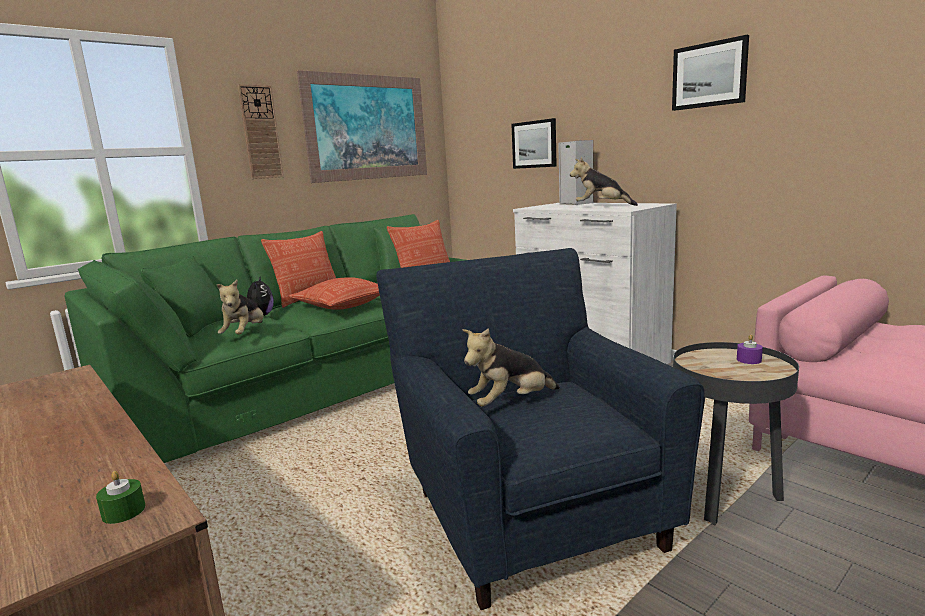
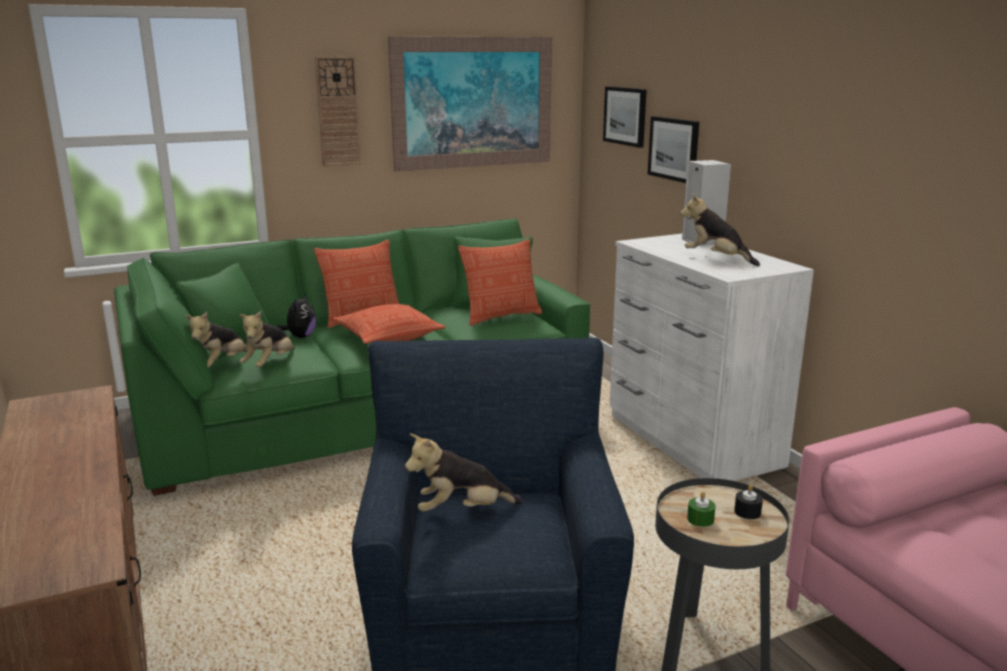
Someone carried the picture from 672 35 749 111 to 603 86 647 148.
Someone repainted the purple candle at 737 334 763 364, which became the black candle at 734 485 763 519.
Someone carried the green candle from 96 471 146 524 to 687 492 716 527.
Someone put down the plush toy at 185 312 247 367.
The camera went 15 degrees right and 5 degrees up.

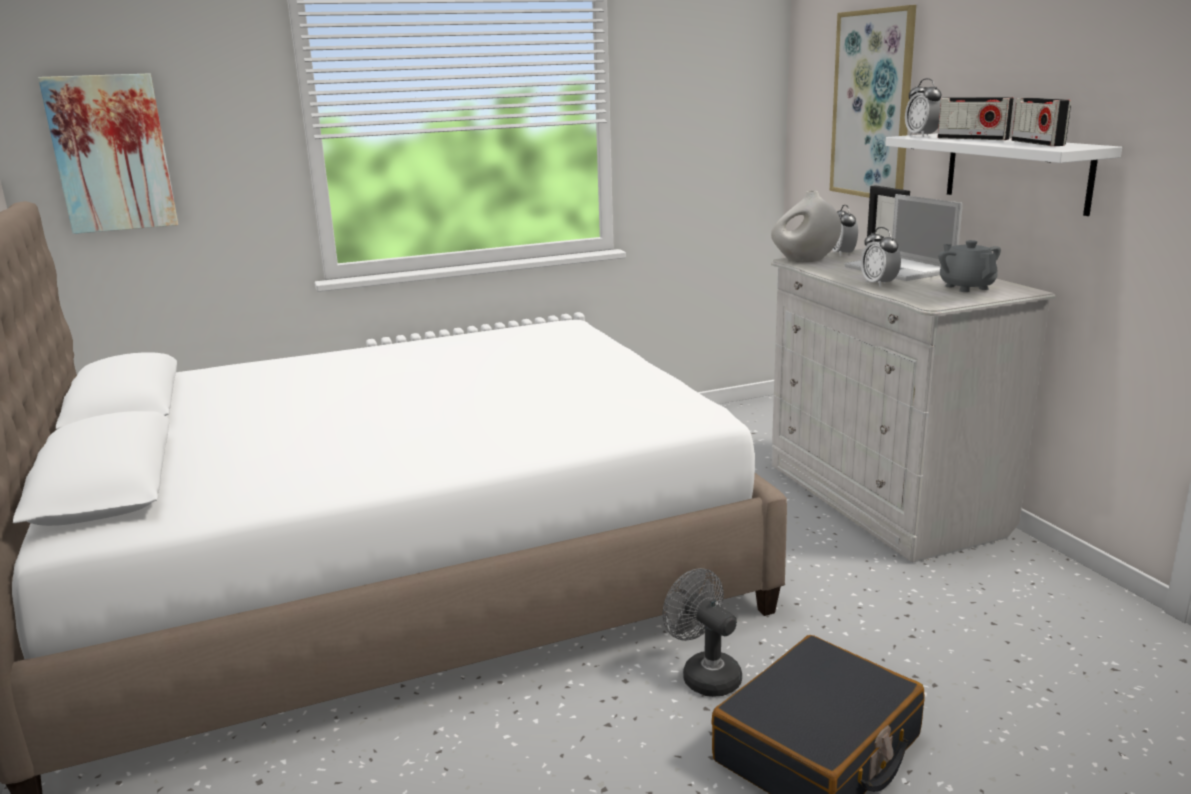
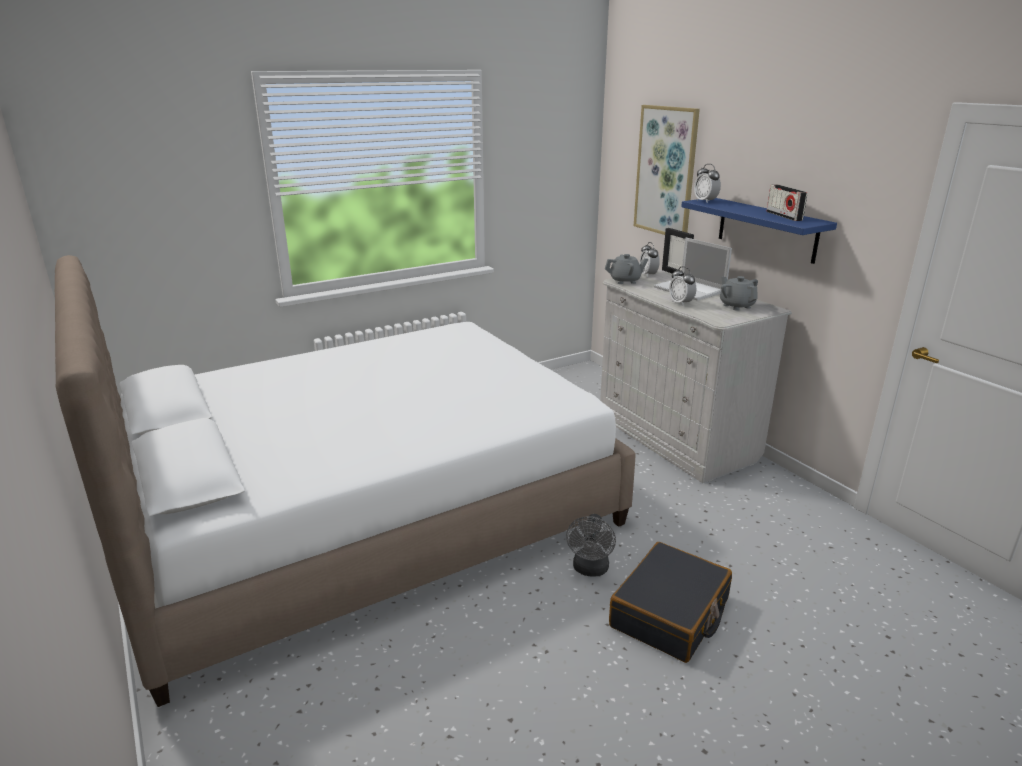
Someone took away the picture at 38 73 178 234.
Someone took away the radio at 937 97 1014 140.
Someone repainted the white shelf at 885 133 1122 216, which became the blue shelf at 681 198 837 264.
Someone swapped the white vase at 771 191 841 262 for the grey teapot at 605 254 648 284.
Someone rotated the grey fan at 663 568 742 697 by 120 degrees counterclockwise.
The camera went 10 degrees left and 5 degrees up.

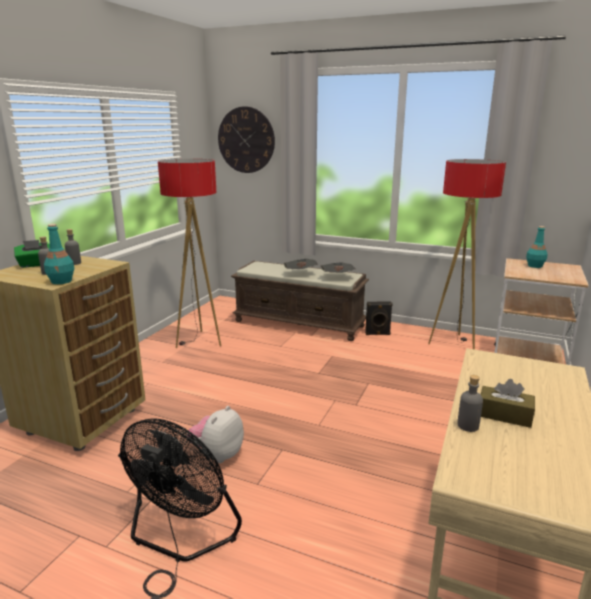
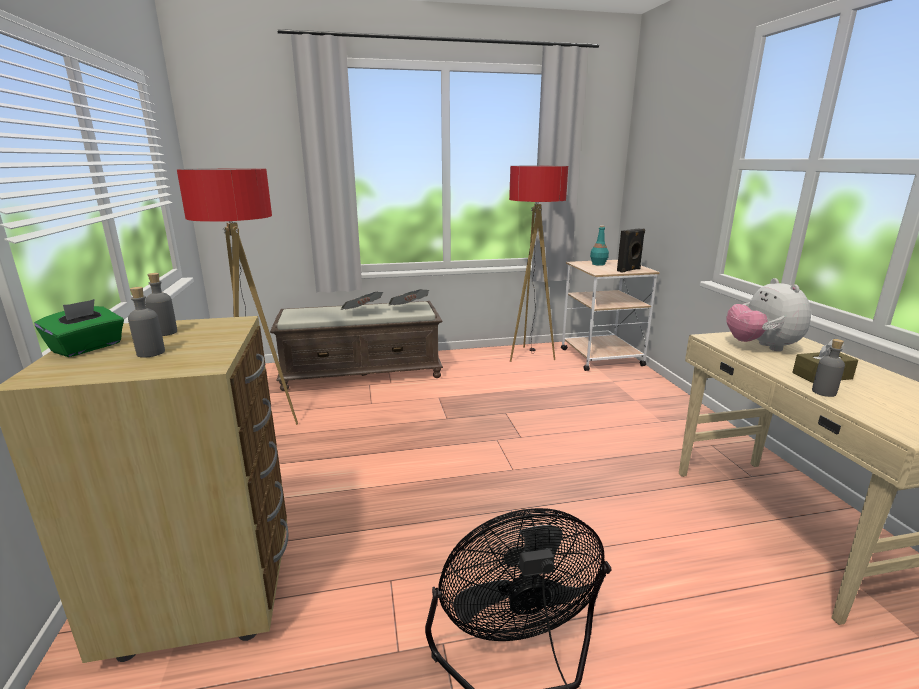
Someone took away the wall clock at 218 106 275 173.
Someone took away the turquoise bottle at 44 224 74 284.
Someone carried the black speaker from 365 301 393 335 to 617 228 645 273.
Someone carried the plush toy from 188 406 244 463 to 726 278 811 351.
The camera went 35 degrees left and 0 degrees up.

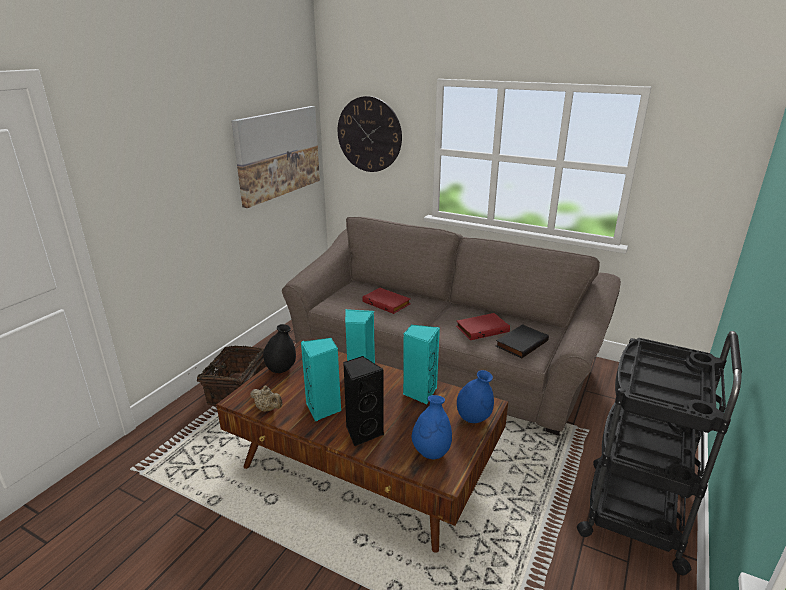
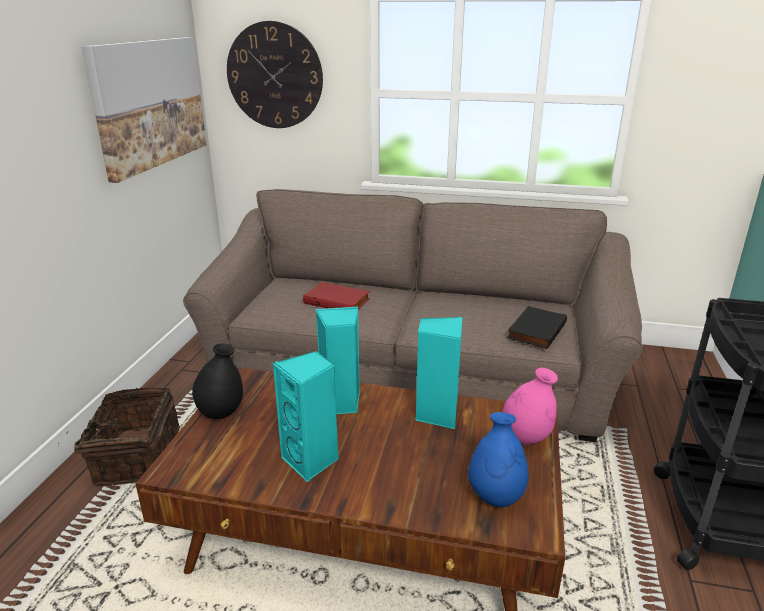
Someone took away the red book at 456 313 510 340.
Someone took away the black speaker at 343 356 384 446.
Someone repainted the blue vase at 457 370 494 423, which became the pink vase at 503 368 558 445.
Someone took away the beige teapot at 251 386 283 411.
The camera went 15 degrees left and 0 degrees up.

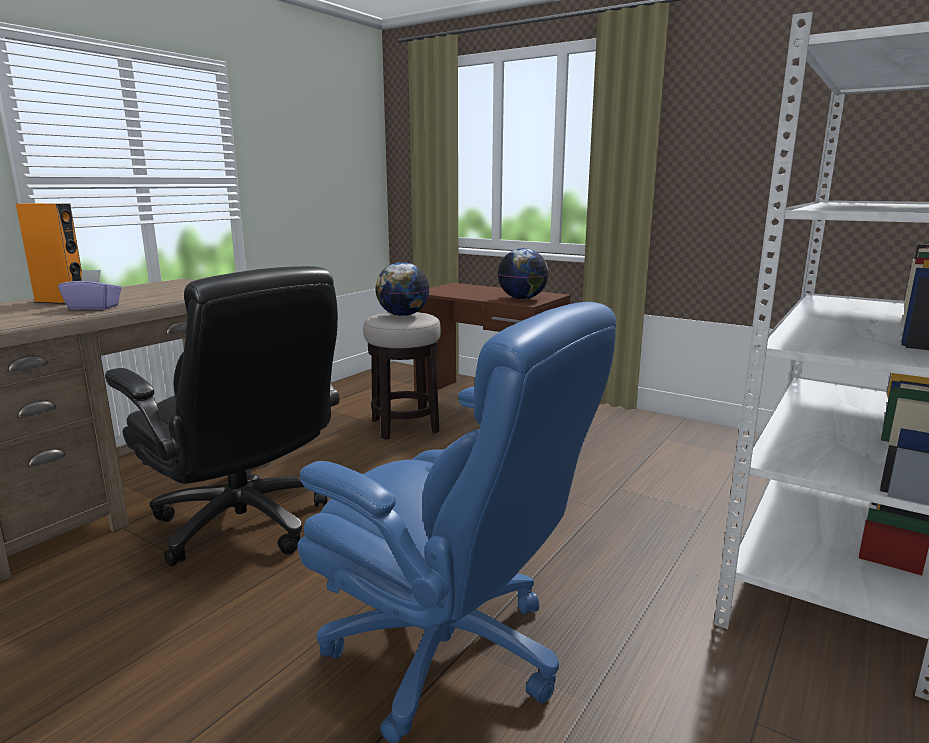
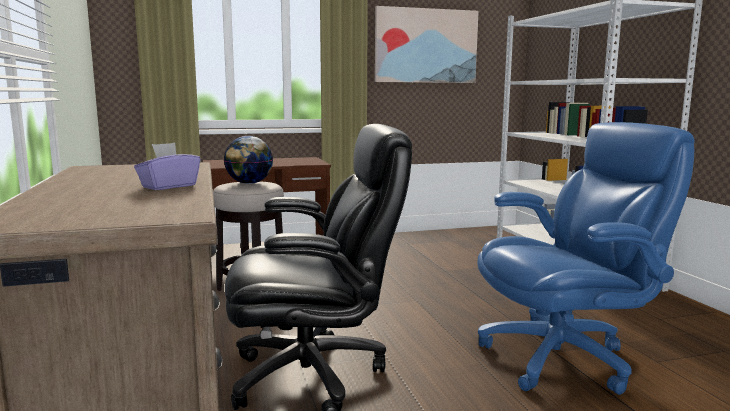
Someone took away the orange speaker at 16 203 82 304.
Someone took away the globe at 498 248 549 299.
Someone put up the picture at 375 6 479 83.
The camera went 50 degrees left and 5 degrees down.

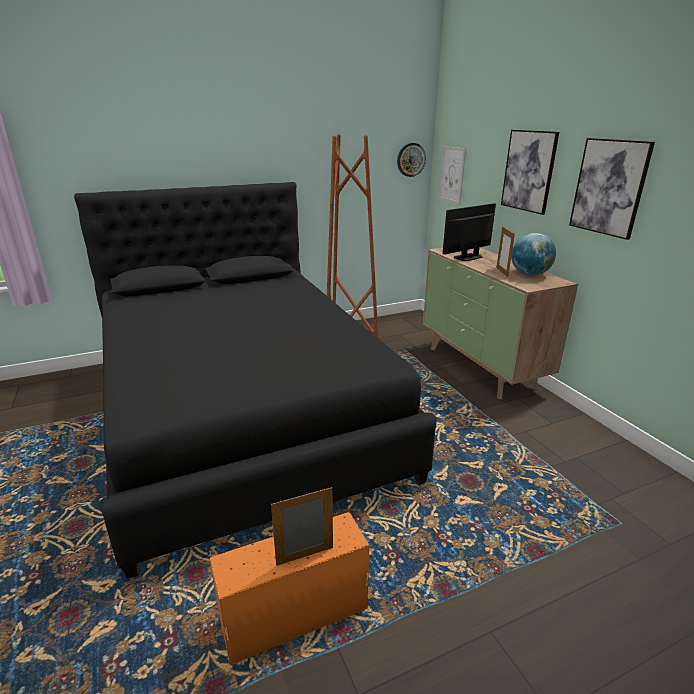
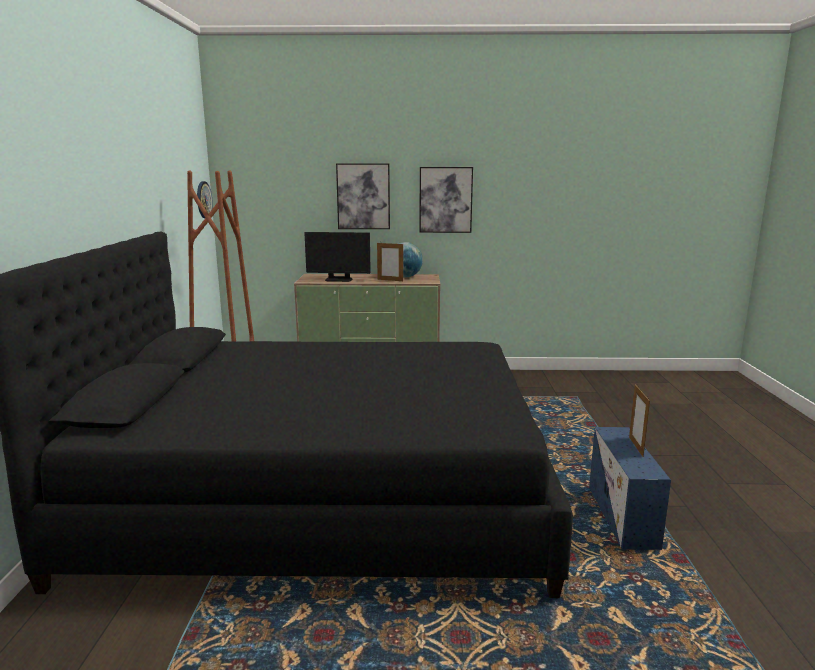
Someone took away the picture at 439 146 466 205.
Someone rotated the monitor at 443 203 496 261 by 75 degrees counterclockwise.
Someone repainted the orange storage box at 210 512 369 665, which became the blue storage box at 589 427 671 550.
The camera went 65 degrees left and 10 degrees down.

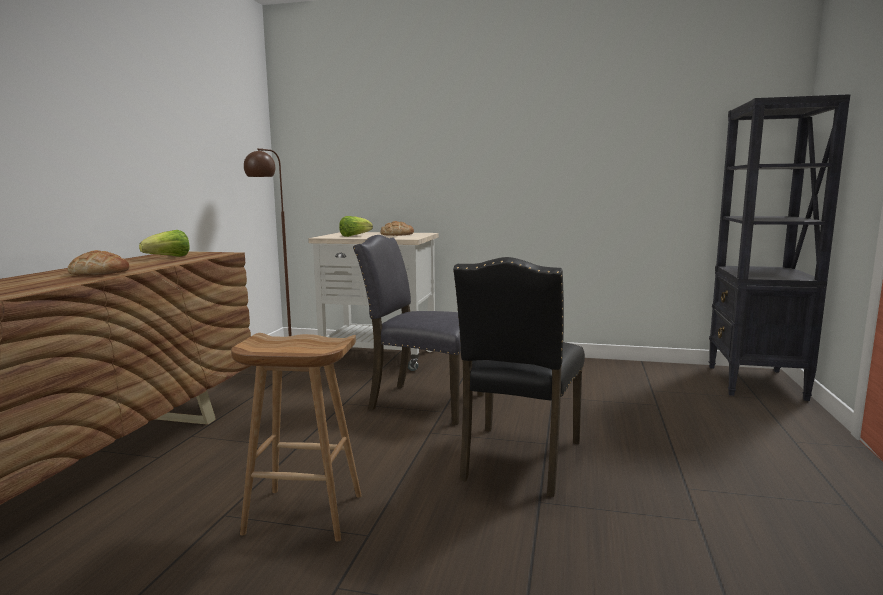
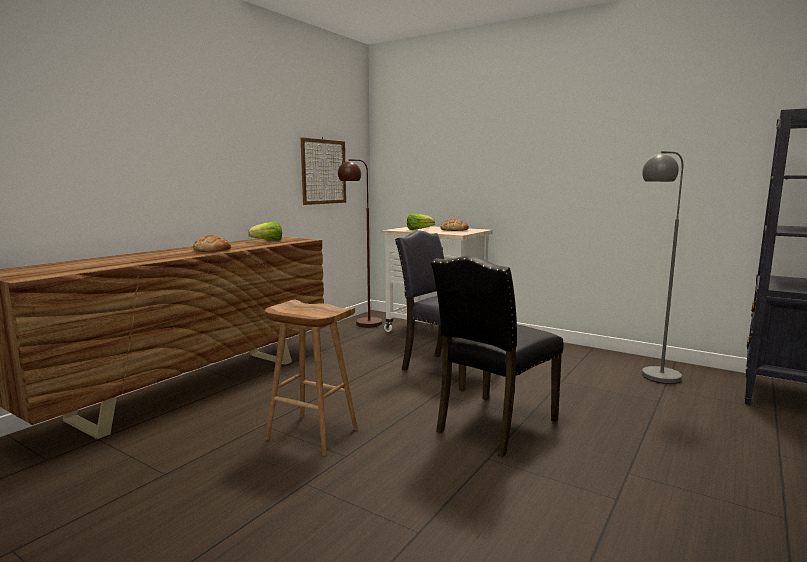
Someone put up the picture at 301 137 346 205.
Someone put down the grey floor lamp at 642 151 683 384.
The camera went 20 degrees right and 0 degrees up.

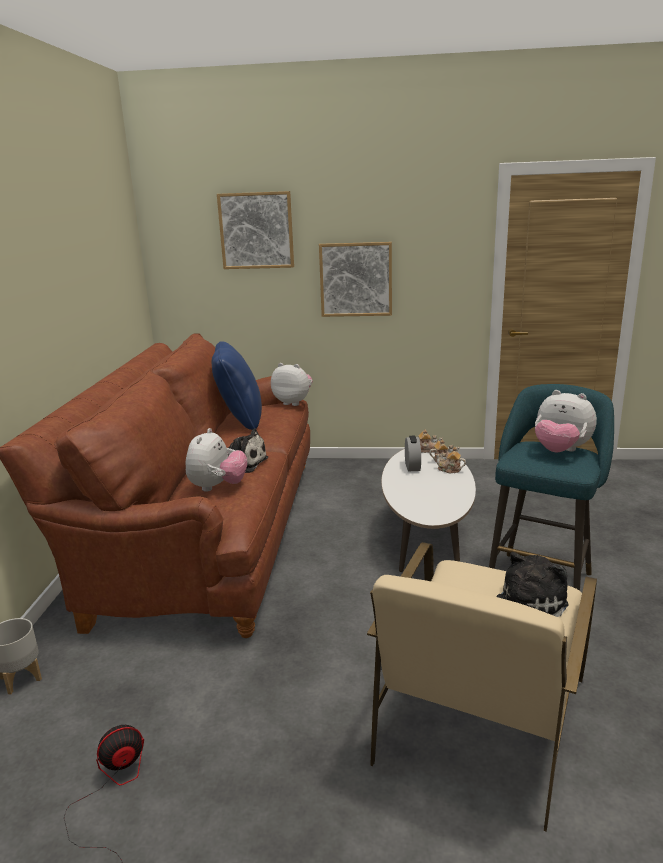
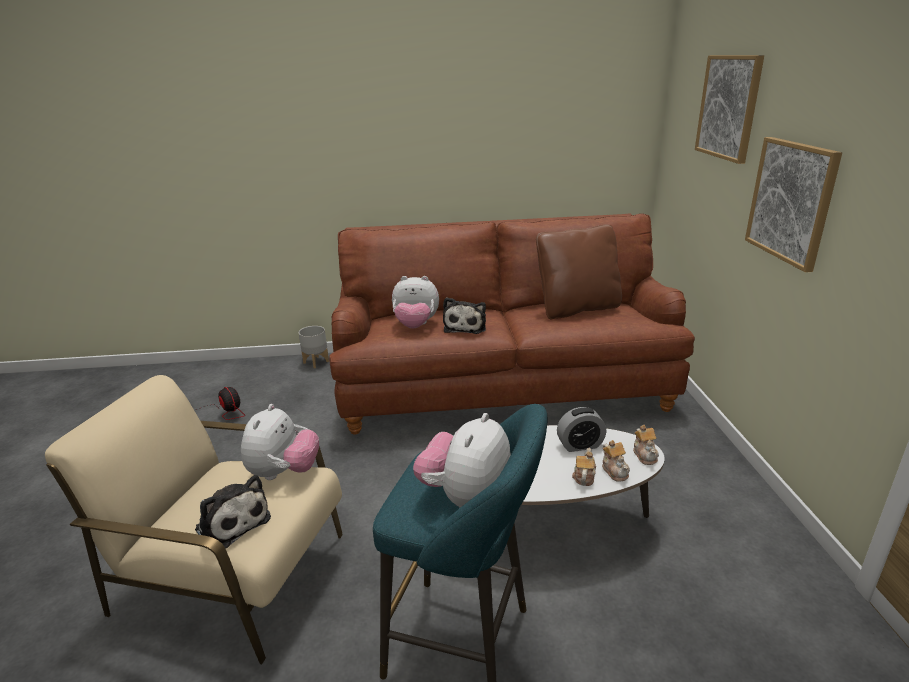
Someone repainted the blue pillow at 212 341 262 430, which became the brown pillow at 536 224 622 320.
Someone carried the plush toy from 271 363 313 406 to 241 404 319 480.
The camera went 80 degrees right and 5 degrees up.

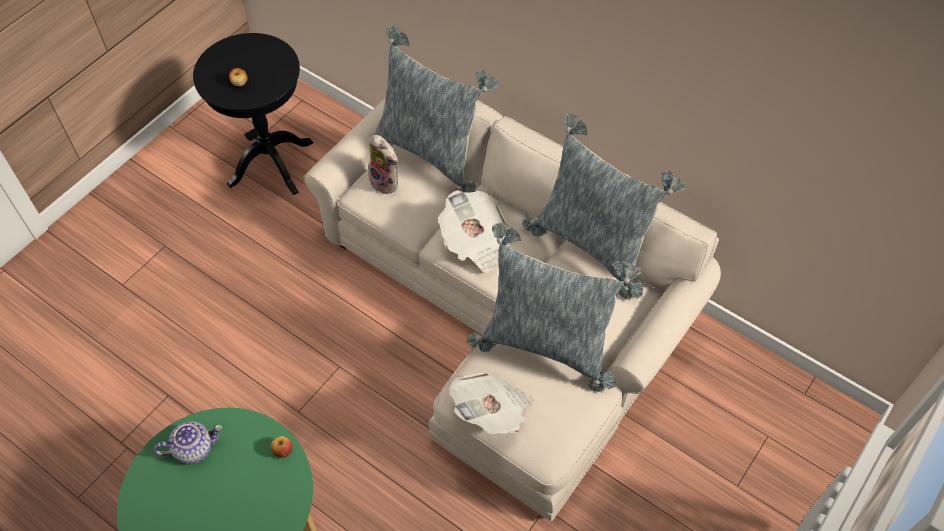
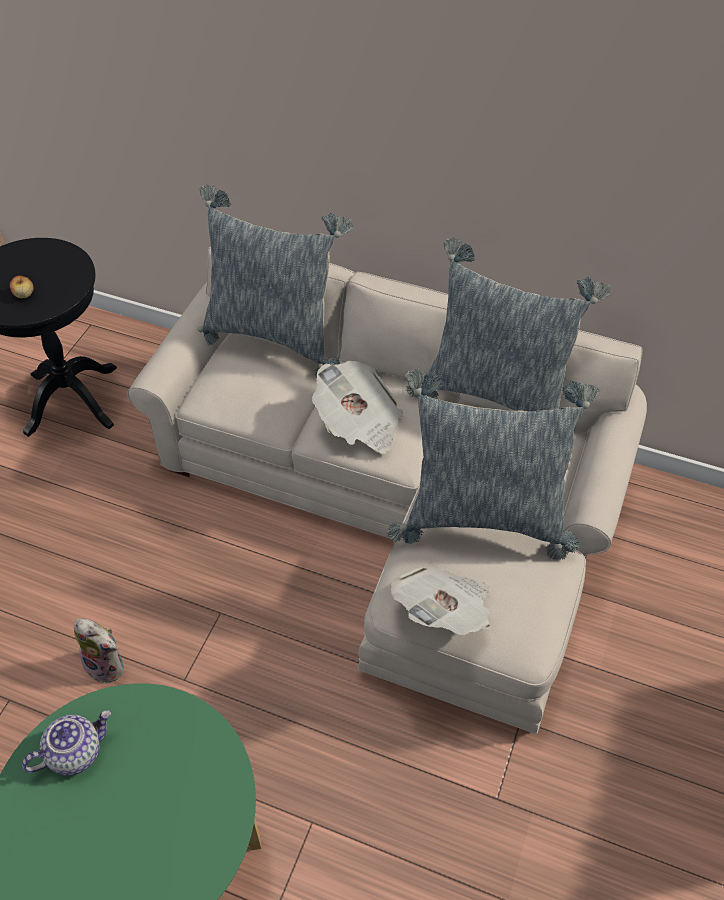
Someone carried the plush toy from 368 135 398 194 to 74 618 124 684.
Someone took away the apple at 270 436 293 458.
The camera went 15 degrees left and 5 degrees down.

